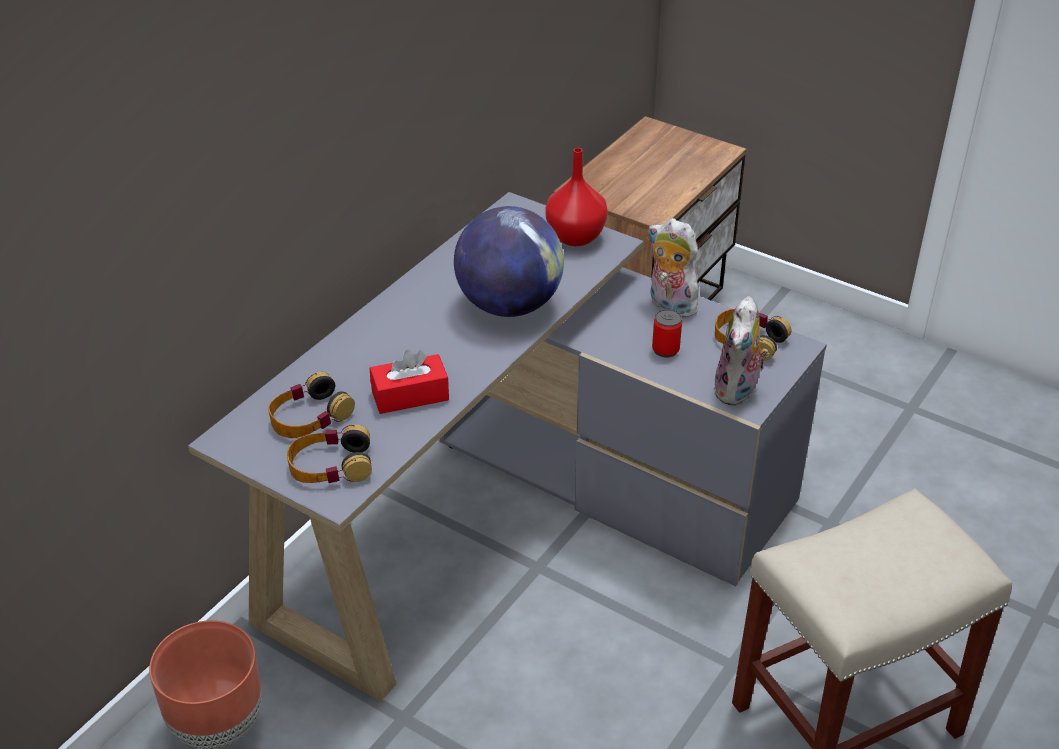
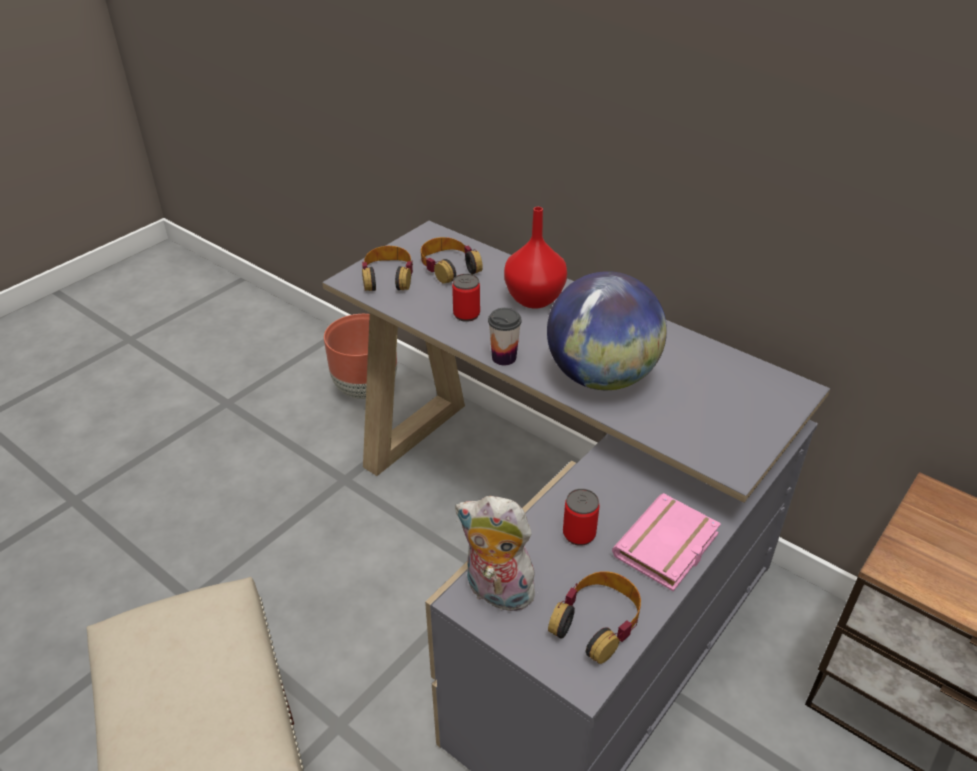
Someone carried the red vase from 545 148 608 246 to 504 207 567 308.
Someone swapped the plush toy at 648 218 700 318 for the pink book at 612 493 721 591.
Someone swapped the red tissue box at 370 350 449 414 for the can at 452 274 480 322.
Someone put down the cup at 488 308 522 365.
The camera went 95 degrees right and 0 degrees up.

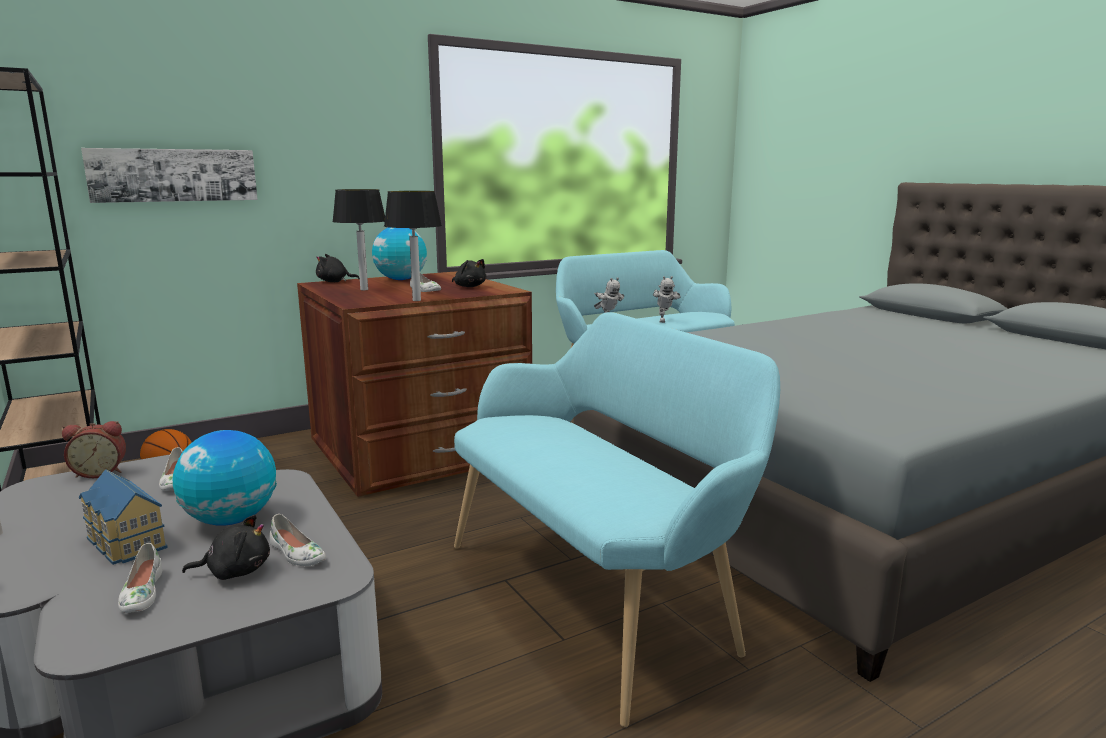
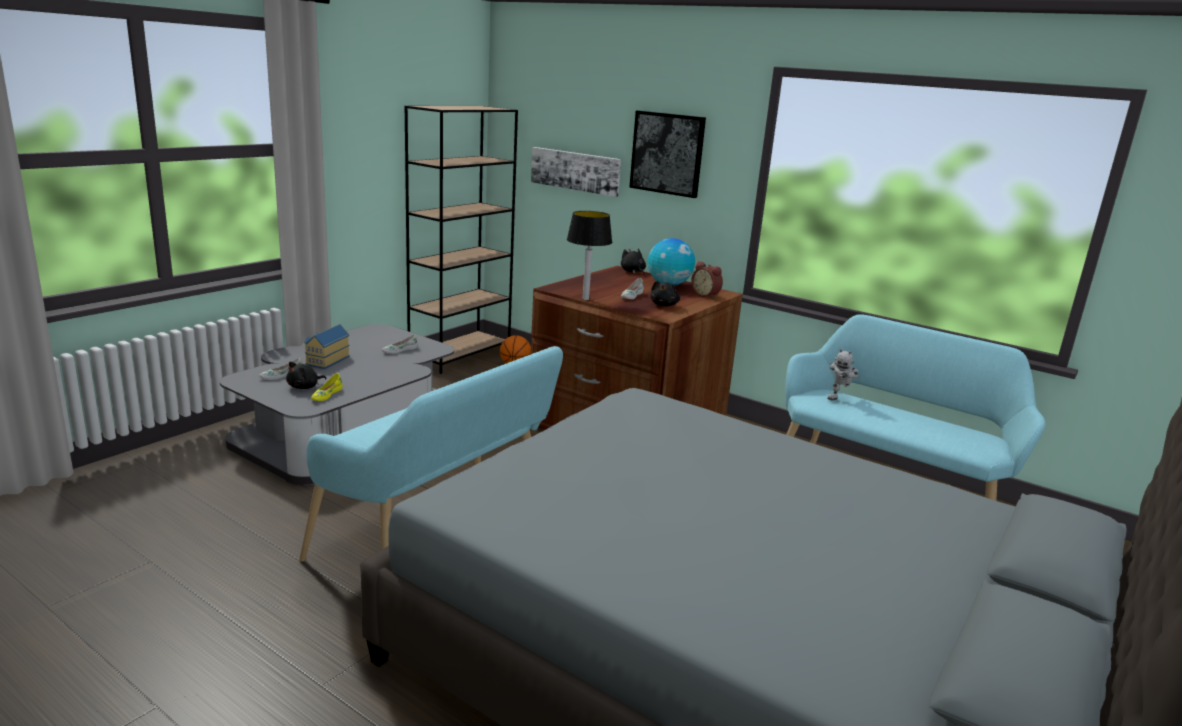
Someone took away the table lamp at 332 189 385 290.
Someone took away the toy robot at 653 276 681 323.
Someone carried the alarm clock from 62 421 126 478 to 691 261 723 299.
Someone took away the globe at 173 430 277 526.
Someone repainted the white shoe at 269 514 326 566, which became the yellow shoe at 311 373 343 401.
Someone rotated the black plush toy at 182 515 270 580 by 75 degrees clockwise.
Someone put up the picture at 629 111 706 198.
The camera went 65 degrees right and 5 degrees up.

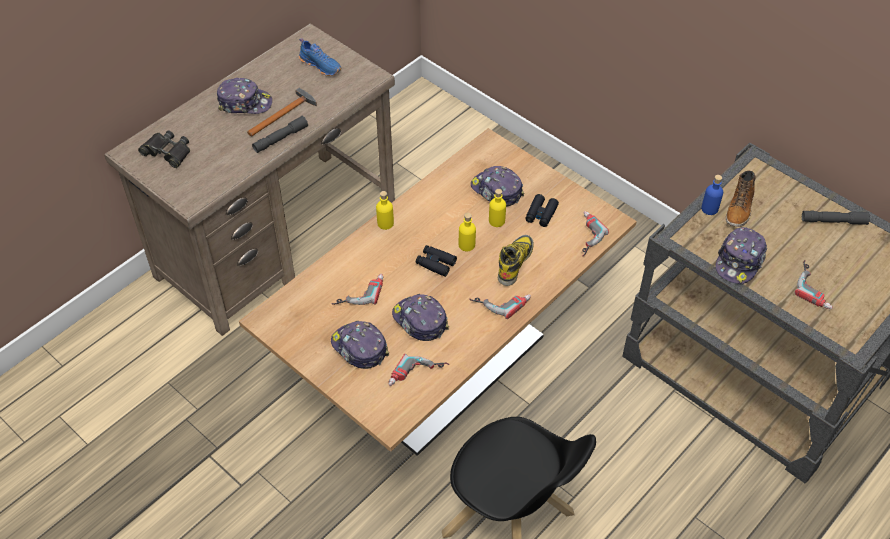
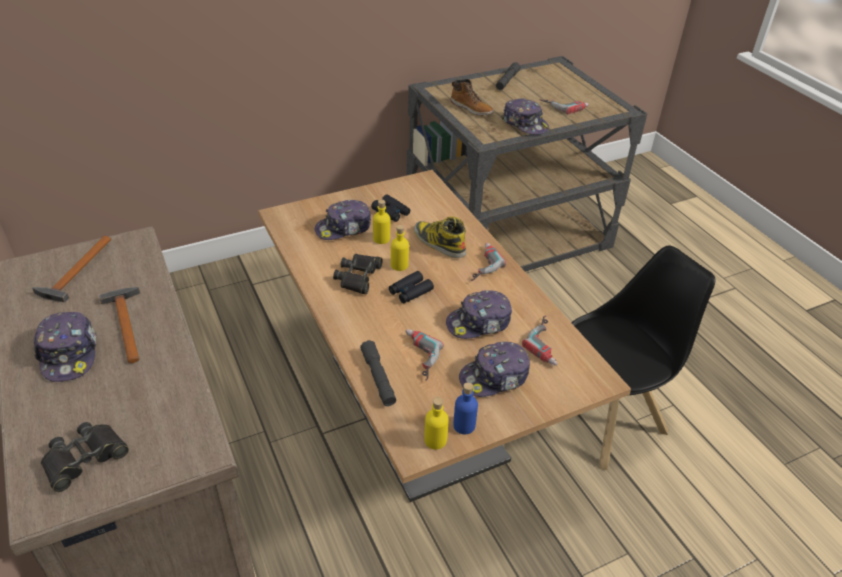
Someone swapped the blue shoe at 299 38 341 76 for the hammer at 32 236 111 302.
Someone rotated the cap at 217 78 272 114 by 135 degrees clockwise.
Someone carried the grey flashlight from 252 116 308 153 to 360 340 396 406.
Someone carried the blue bottle from 701 175 723 215 to 453 382 478 434.
Someone carried the yellow bottle from 376 191 394 230 to 424 397 449 449.
Someone took away the power drill at 582 211 609 256.
Someone put down the black binoculars at 333 254 383 294.
The camera went 70 degrees left and 10 degrees down.

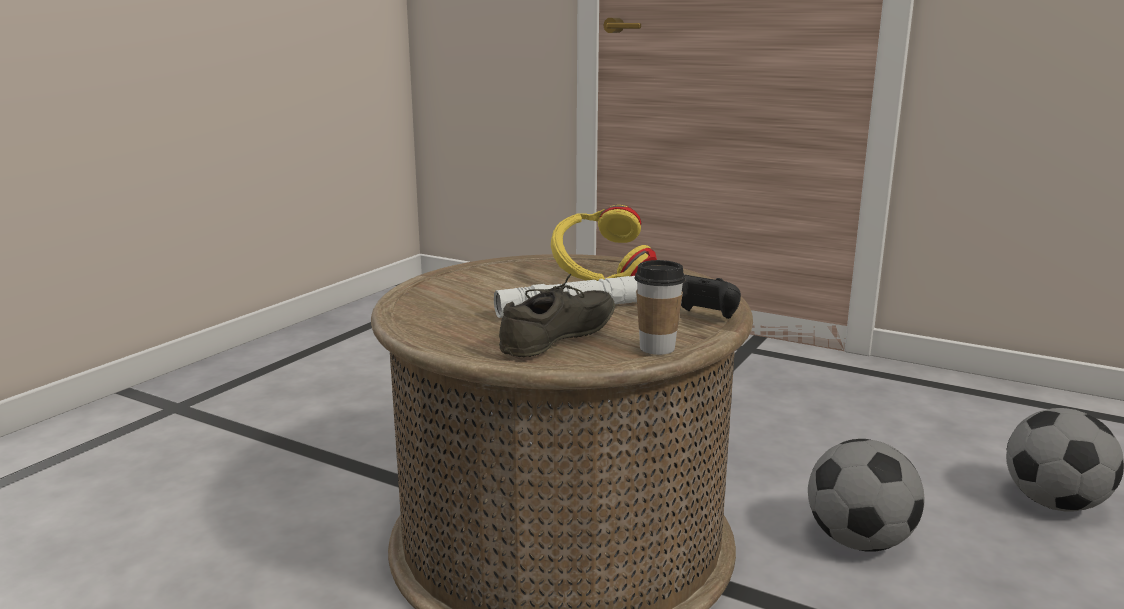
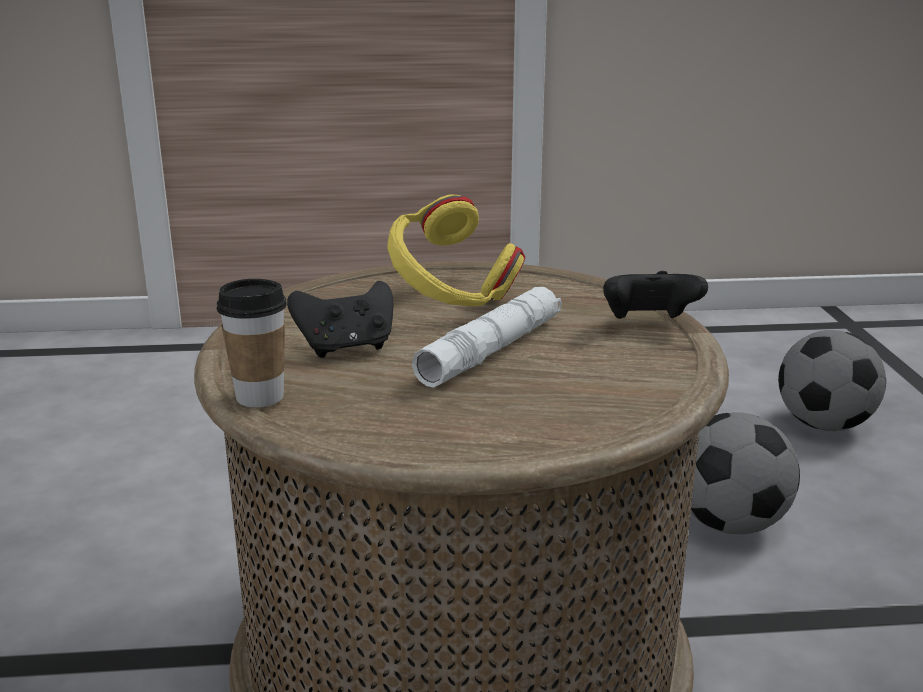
Someone carried the cup from 635 260 685 355 to 217 279 287 408.
Someone took away the grey shoe at 499 274 615 357.
Someone put down the black game controller at 287 281 393 358.
The camera went 35 degrees left and 5 degrees up.

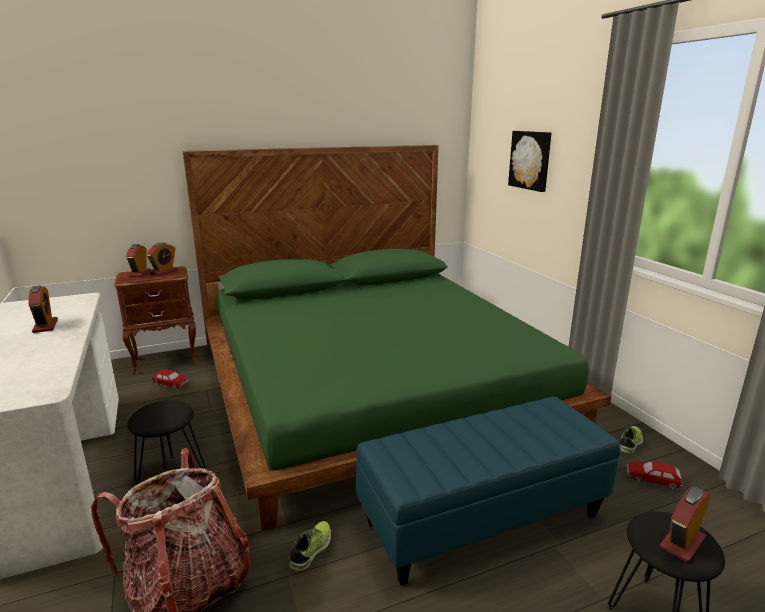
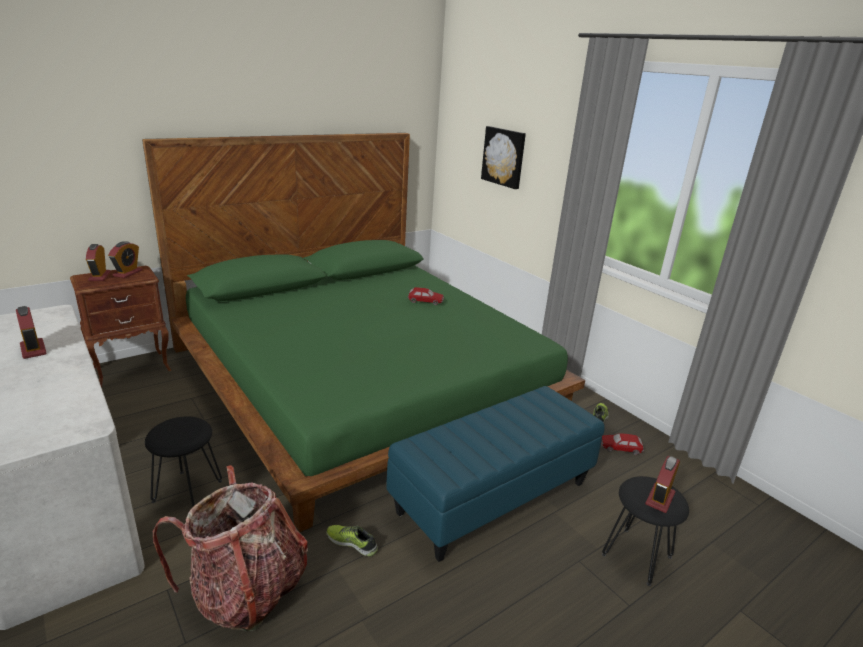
Someone carried the toy car from 152 369 190 389 to 408 287 444 305.
Someone rotated the shoe at 289 521 331 571 by 75 degrees counterclockwise.
The camera went 15 degrees left and 5 degrees up.

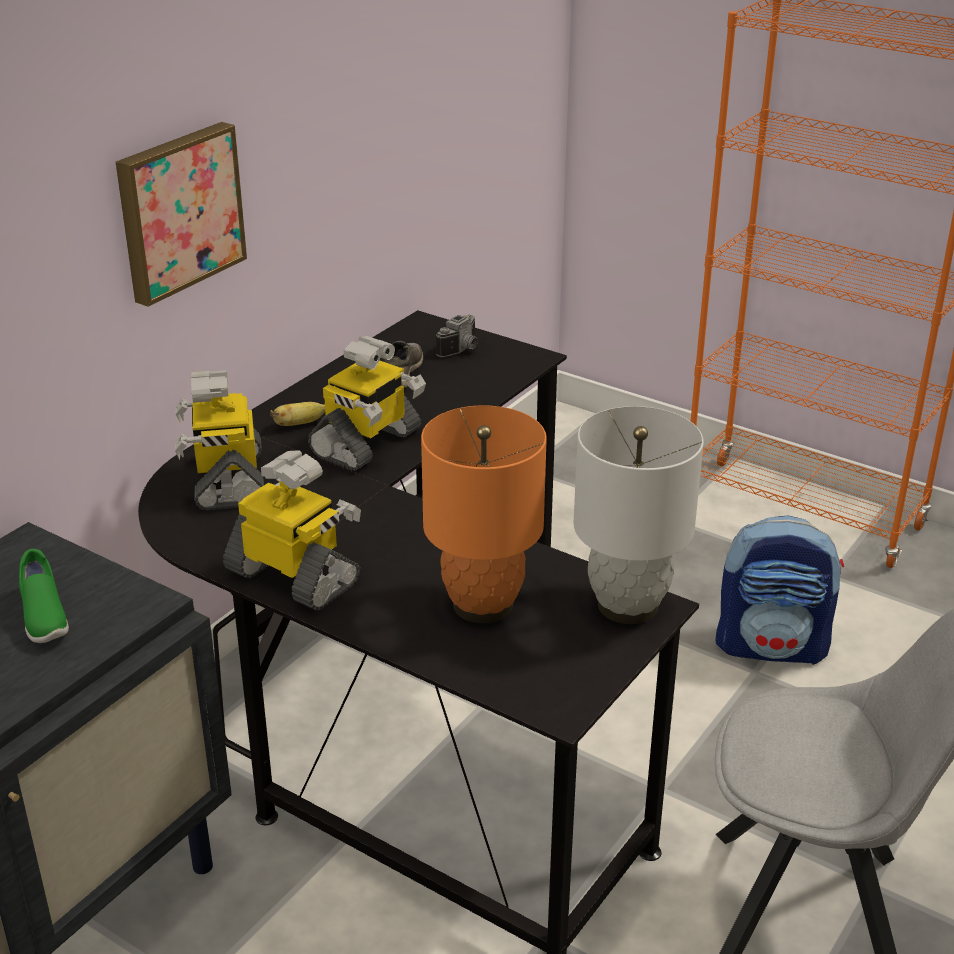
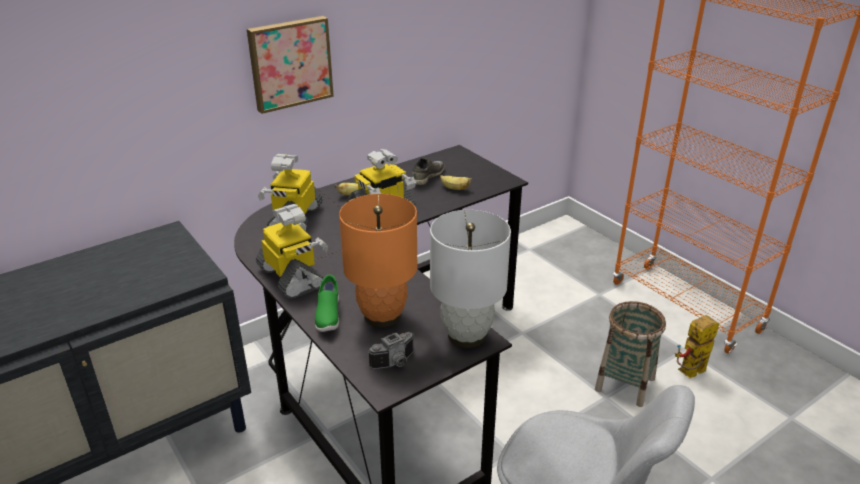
Someone carried the photo camera from 436 315 478 357 to 368 332 414 369.
Someone swapped the backpack at 715 515 844 665 for the basket at 595 301 666 407.
Someone carried the green shoe from 19 549 69 643 to 315 275 339 332.
Someone put down the banana at 440 175 472 190.
Someone put down the toy robot at 675 315 719 378.
The camera went 20 degrees right and 0 degrees up.

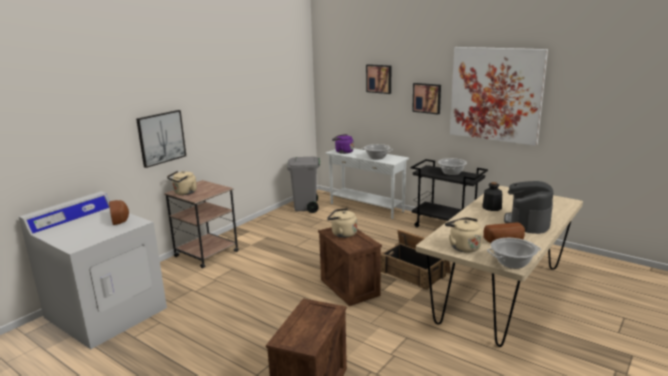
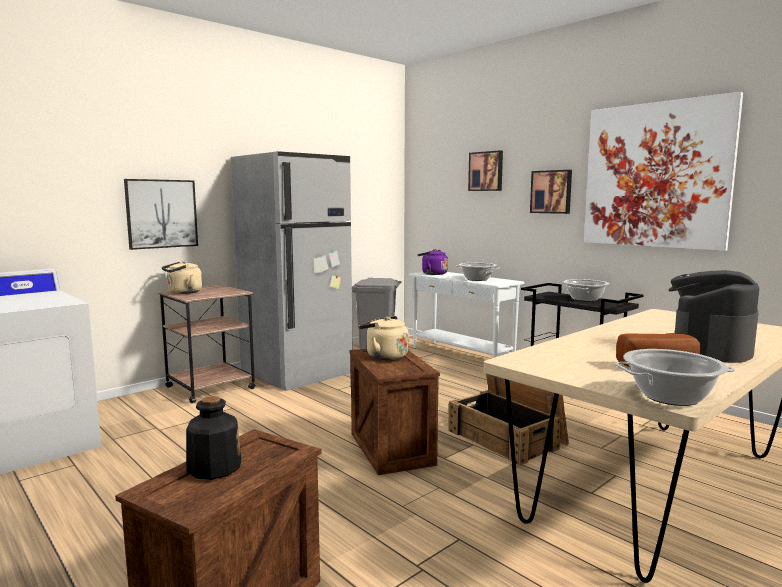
Someone carried the bottle from 483 182 502 211 to 186 396 241 480.
Someone took away the bread at 109 200 129 225.
Someone took away the beige kettle at 445 217 482 253.
Someone put down the grey fridge at 231 151 352 391.
The camera went 10 degrees right and 10 degrees down.

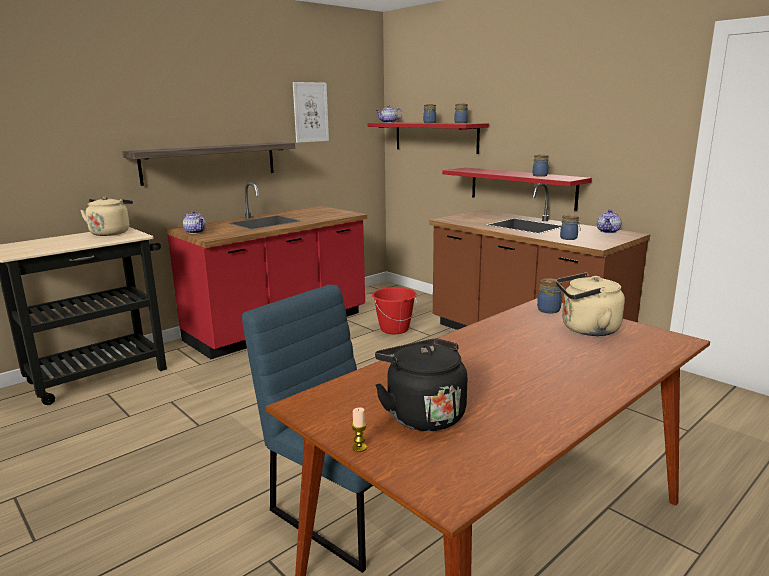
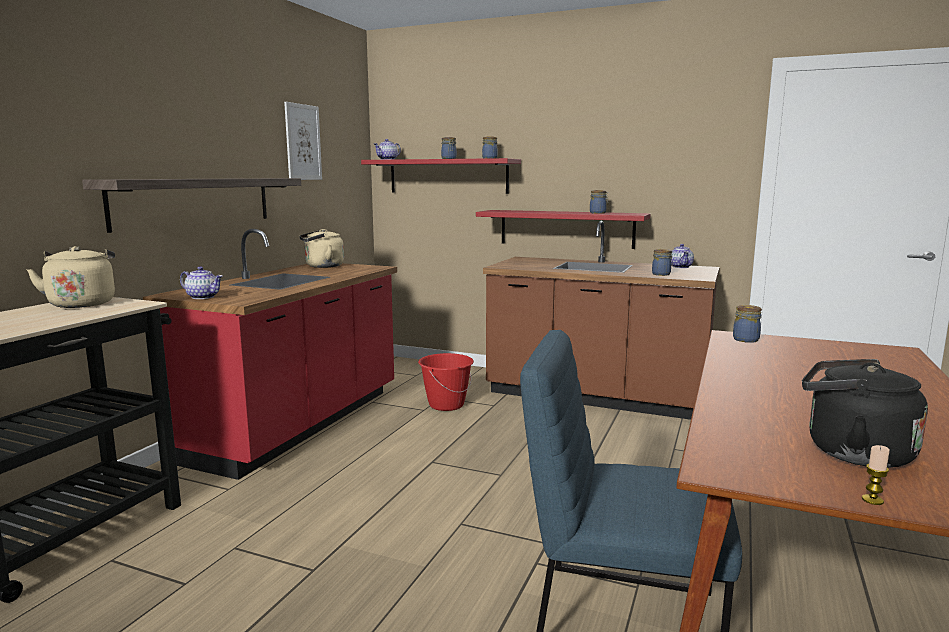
Someone carried the beige kettle from 556 273 625 336 to 299 229 344 268.
The camera went 25 degrees left and 5 degrees down.

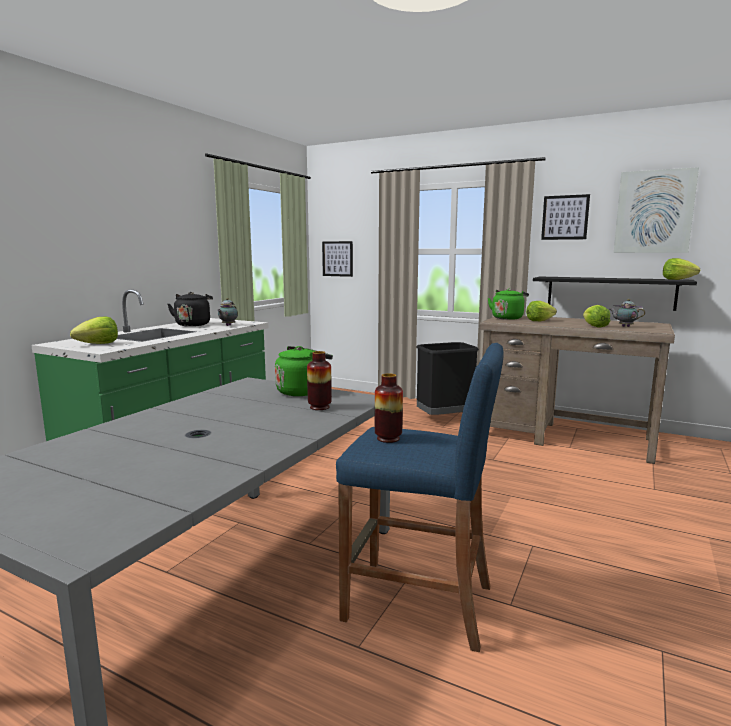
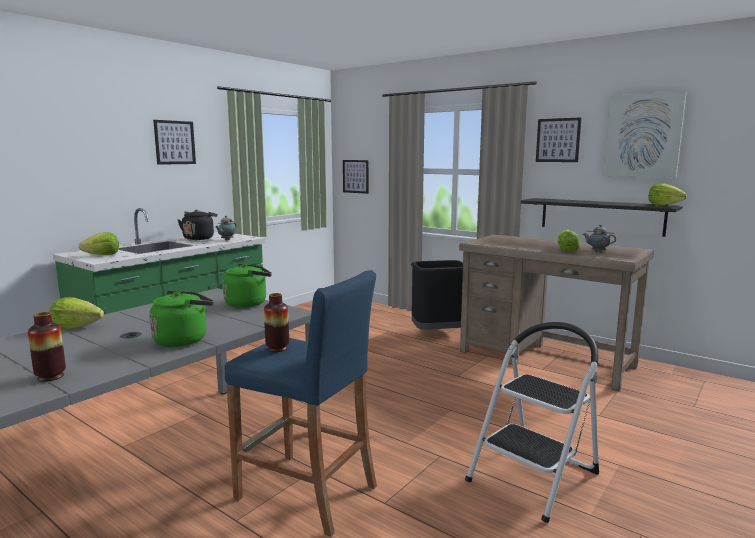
Someone carried the green kettle from 488 288 529 320 to 149 291 214 347.
Someone carried the lettuce from 526 301 557 322 to 49 297 104 329.
Someone carried the vase from 307 351 332 410 to 28 312 66 382.
Someone put up the picture at 153 120 196 165.
Someone put down the step ladder at 465 322 599 523.
The camera went 10 degrees right and 0 degrees up.

